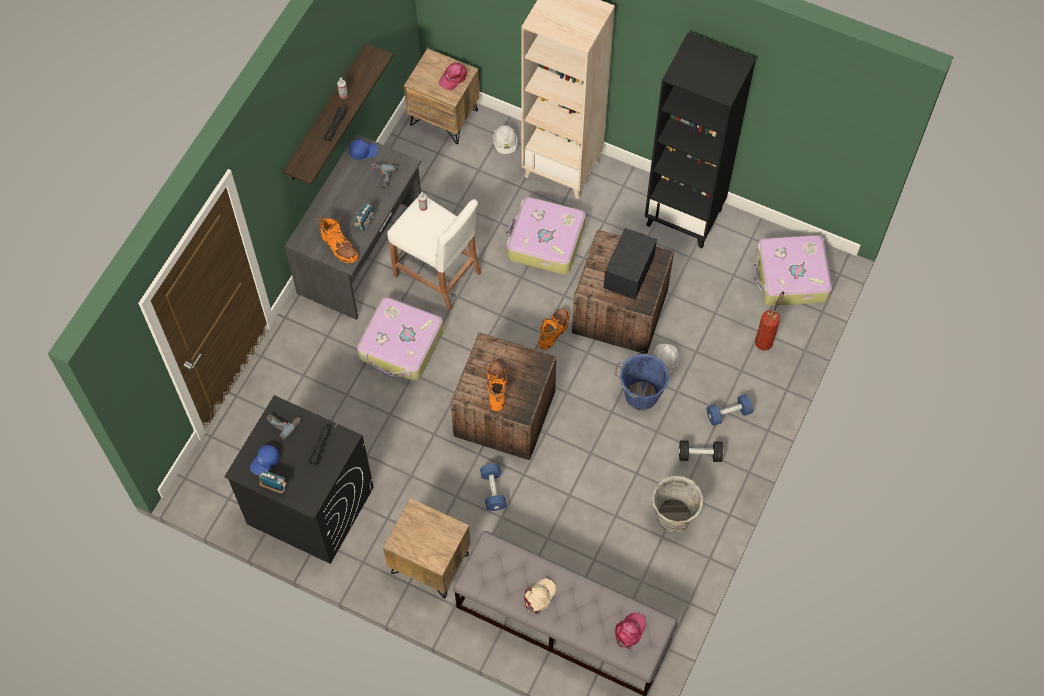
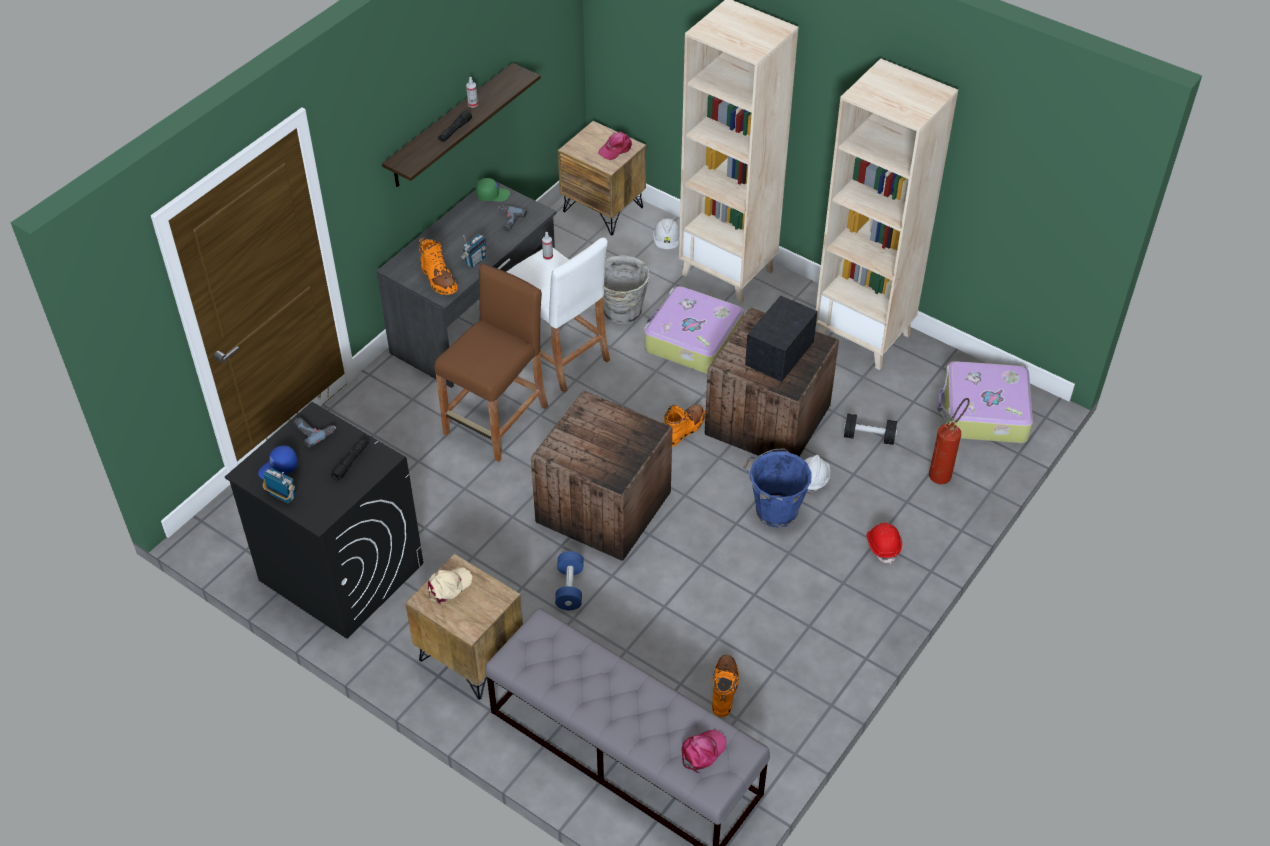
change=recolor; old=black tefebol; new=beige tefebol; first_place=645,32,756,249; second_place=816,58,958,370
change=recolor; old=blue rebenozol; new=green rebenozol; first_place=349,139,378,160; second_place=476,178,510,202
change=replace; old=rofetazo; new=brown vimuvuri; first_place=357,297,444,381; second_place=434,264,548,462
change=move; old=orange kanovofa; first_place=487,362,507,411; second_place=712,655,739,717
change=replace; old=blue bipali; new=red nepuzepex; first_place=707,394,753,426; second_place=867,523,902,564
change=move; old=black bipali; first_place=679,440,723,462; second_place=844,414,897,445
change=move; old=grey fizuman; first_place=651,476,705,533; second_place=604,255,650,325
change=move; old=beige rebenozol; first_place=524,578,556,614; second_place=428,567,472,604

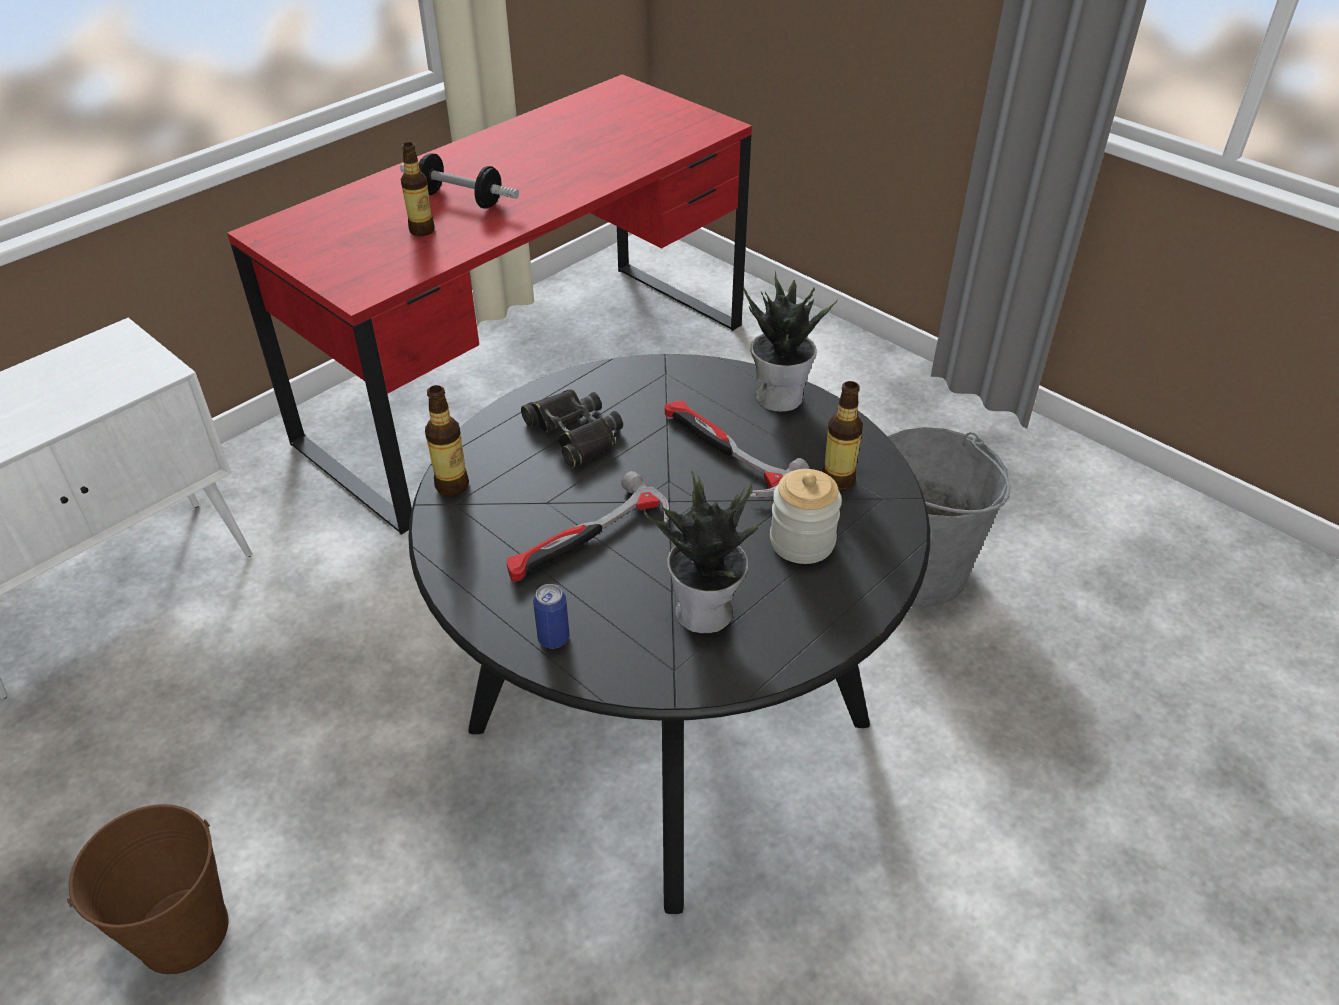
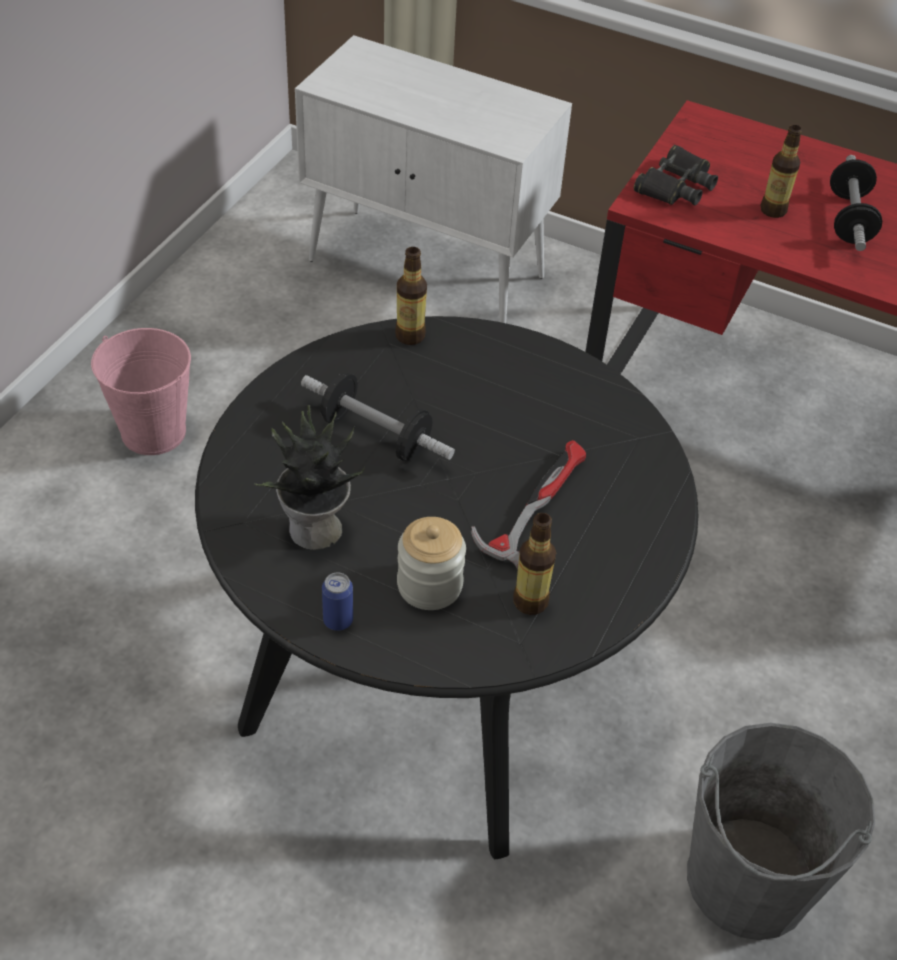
change=delete; old=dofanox; first_place=743,271,838,412
change=move; old=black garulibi; first_place=521,389,623,468; second_place=634,145,718,205
change=replace; old=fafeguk; new=bipali; first_place=507,471,669,582; second_place=301,373,455,461
change=move; old=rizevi; first_place=533,584,569,649; second_place=322,573,353,631
change=recolor; old=brown fizuman; new=pink fizuman; first_place=67,804,229,974; second_place=91,328,191,455

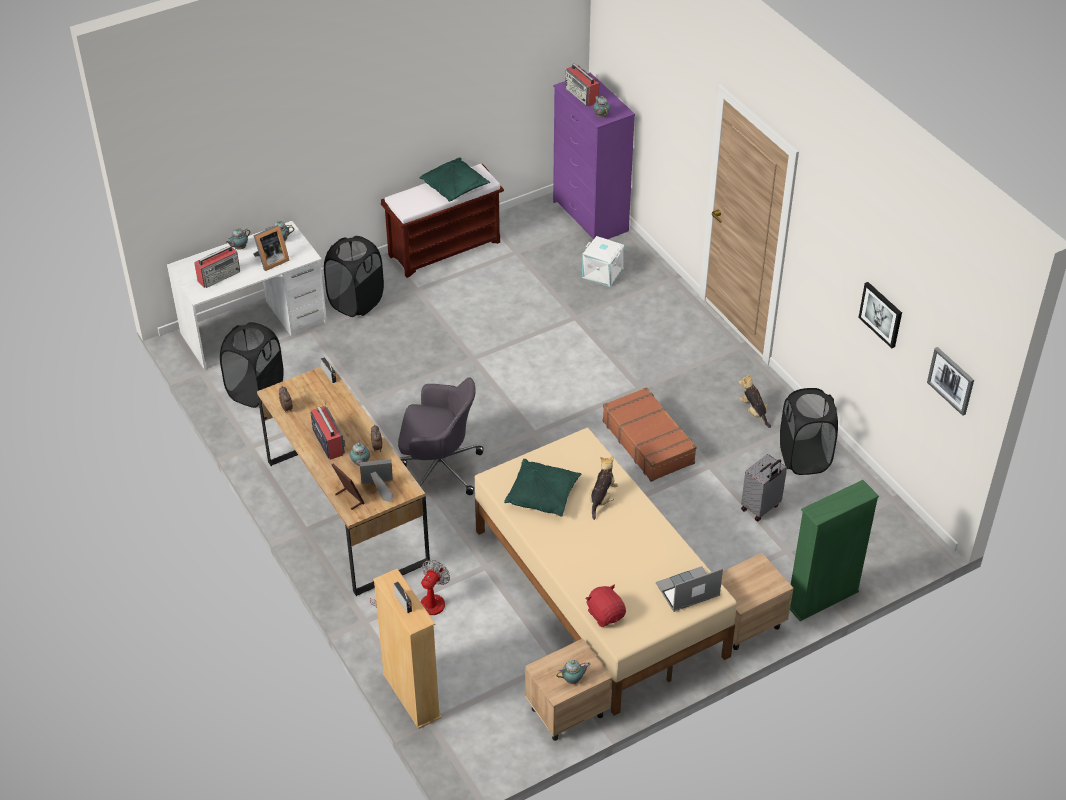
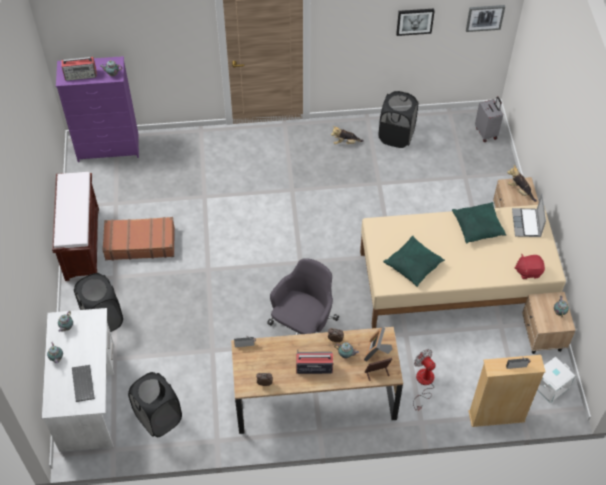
change=move; old=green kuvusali; first_place=420,158,490,202; second_place=452,202,507,244
change=delete; old=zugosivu; first_place=253,225,289,271
change=move; old=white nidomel; first_place=582,236,625,287; second_place=537,356,575,404
change=replace; old=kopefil; new=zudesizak; first_place=194,246,240,288; second_place=72,365,95,402
change=move; old=brown rofetazo; first_place=602,387,697,482; second_place=103,217,175,260
change=move; old=grey rofetazo; first_place=741,454,787,521; second_place=475,96,503,142
change=move; old=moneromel; first_place=589,455,618,520; second_place=507,165,537,202
change=delete; old=green tefebol; first_place=790,480,879,621

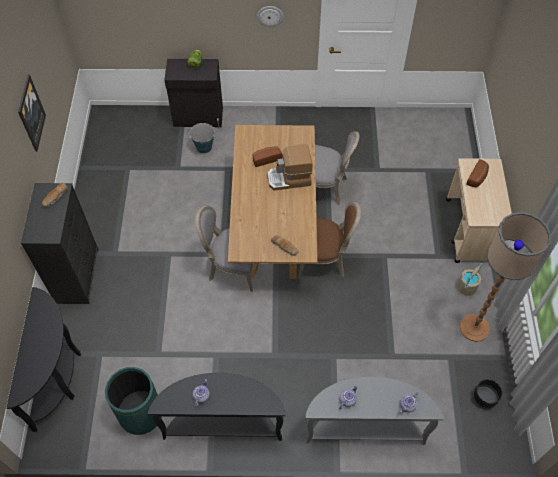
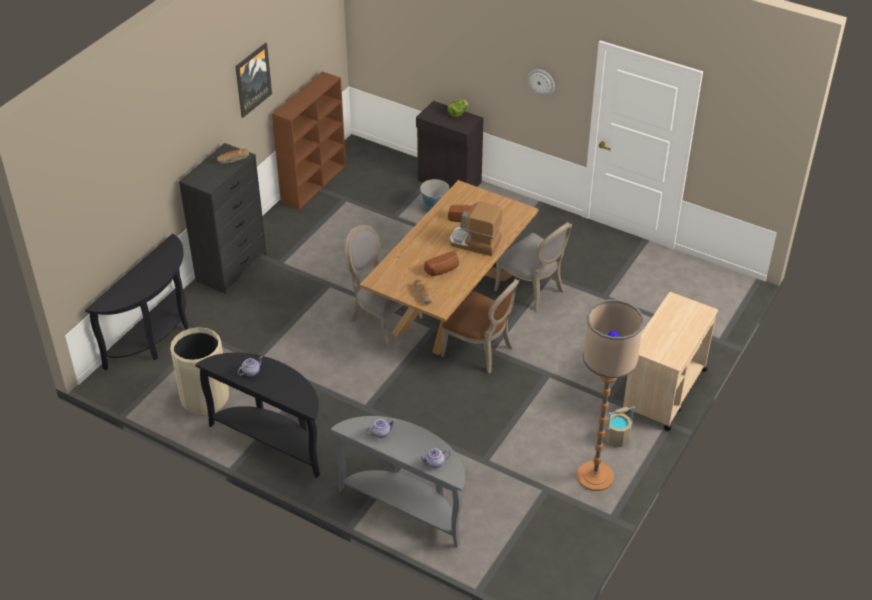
change=move; old=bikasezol; first_place=466,159,489,187; second_place=424,251,459,276
change=recolor; old=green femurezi; new=beige femurezi; first_place=105,367,162,435; second_place=170,327,229,415
change=delete; old=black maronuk; first_place=473,379,502,410
change=insert; new=brown tefebol; second_place=272,71,346,210

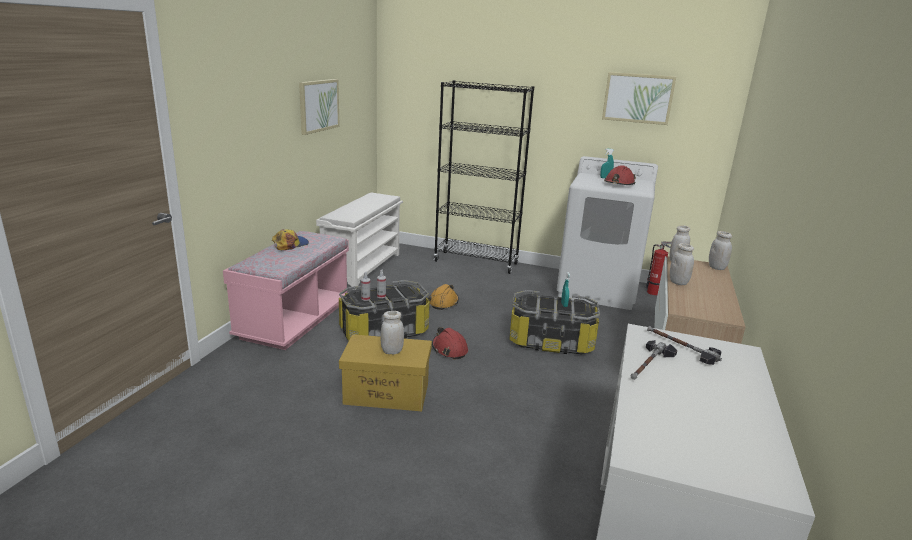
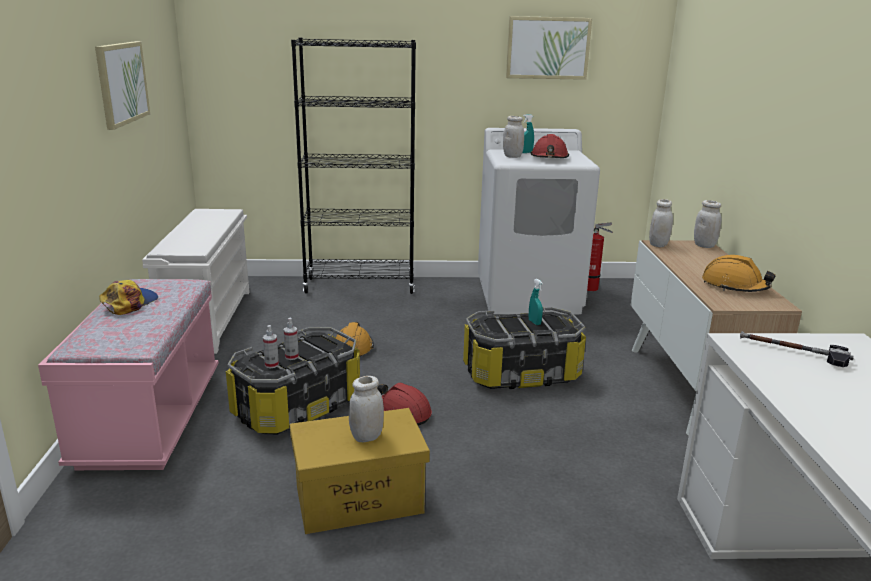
change=move; old=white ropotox; first_place=670,243,694,285; second_place=503,116,524,158
change=delete; old=fafeguk; first_place=631,340,677,380
change=insert; new=orange nepuzepex; second_place=702,255,776,292

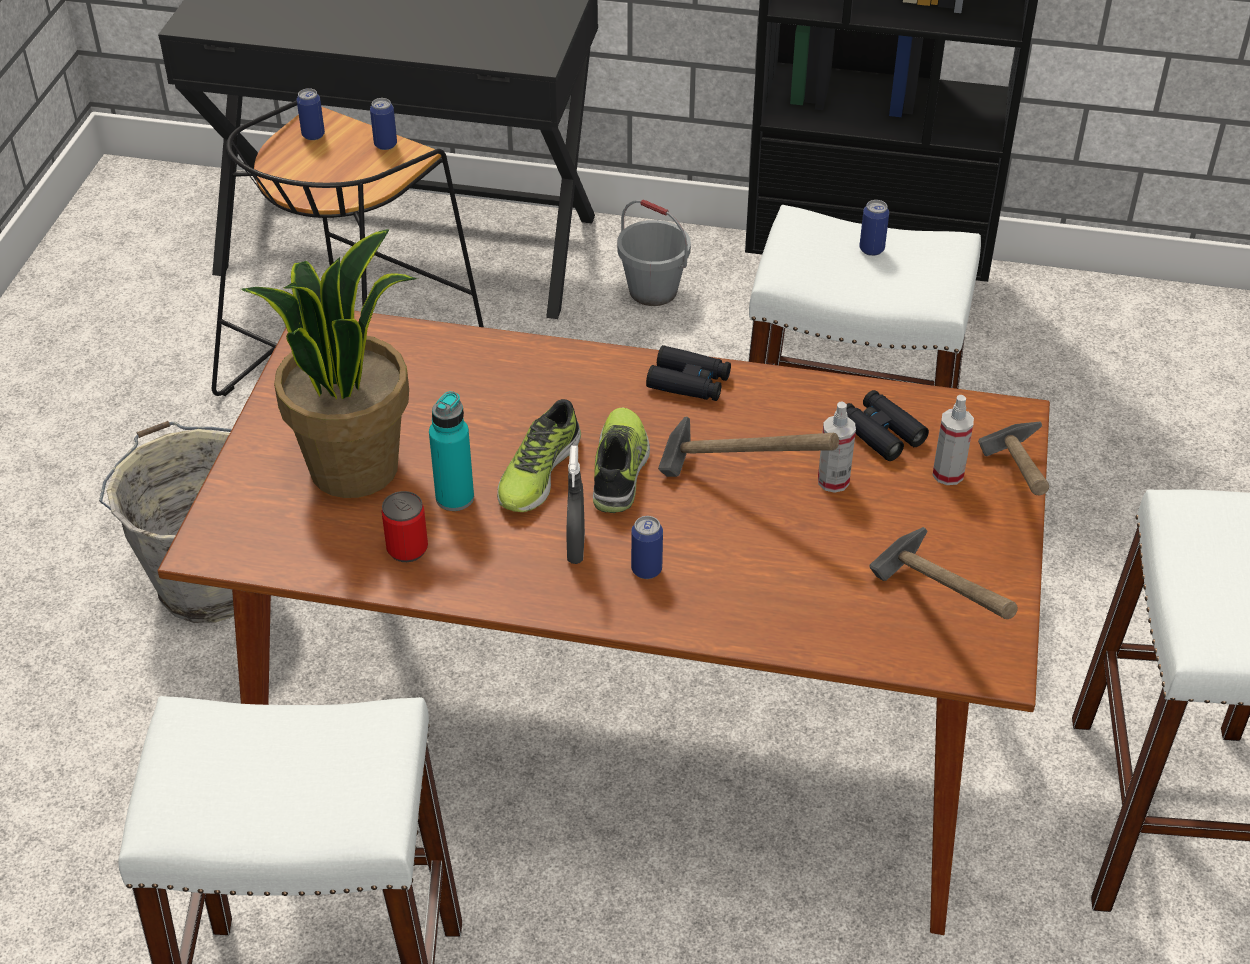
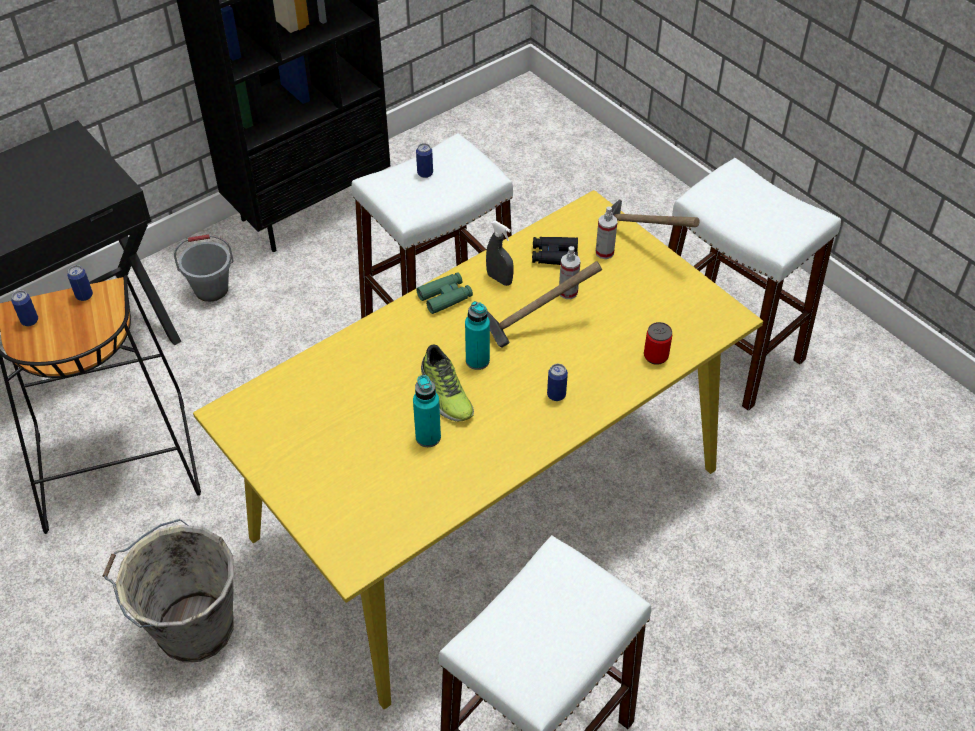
change=delete; old=dofanox; first_place=241,229,418,498
change=recolor; old=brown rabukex; new=yellow rabukex; first_place=158,311,1050,935; second_place=193,190,763,710
change=recolor; old=black garulibi; new=green garulibi; first_place=646,345,731,401; second_place=416,272,473,314
change=replace; old=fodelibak; new=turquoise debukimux; first_place=593,407,650,513; second_place=465,301,490,370
change=move; old=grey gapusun; first_place=567,446,585,564; second_place=486,221,514,286
change=move; old=rizevi; first_place=381,491,428,562; second_place=644,322,672,365
change=delete; old=fafeguk; first_place=870,527,1018,619

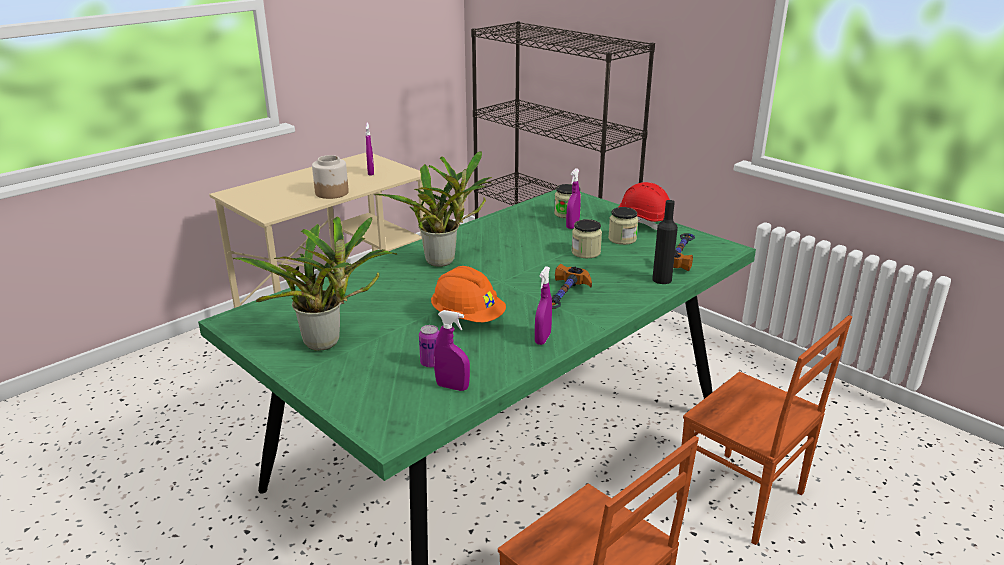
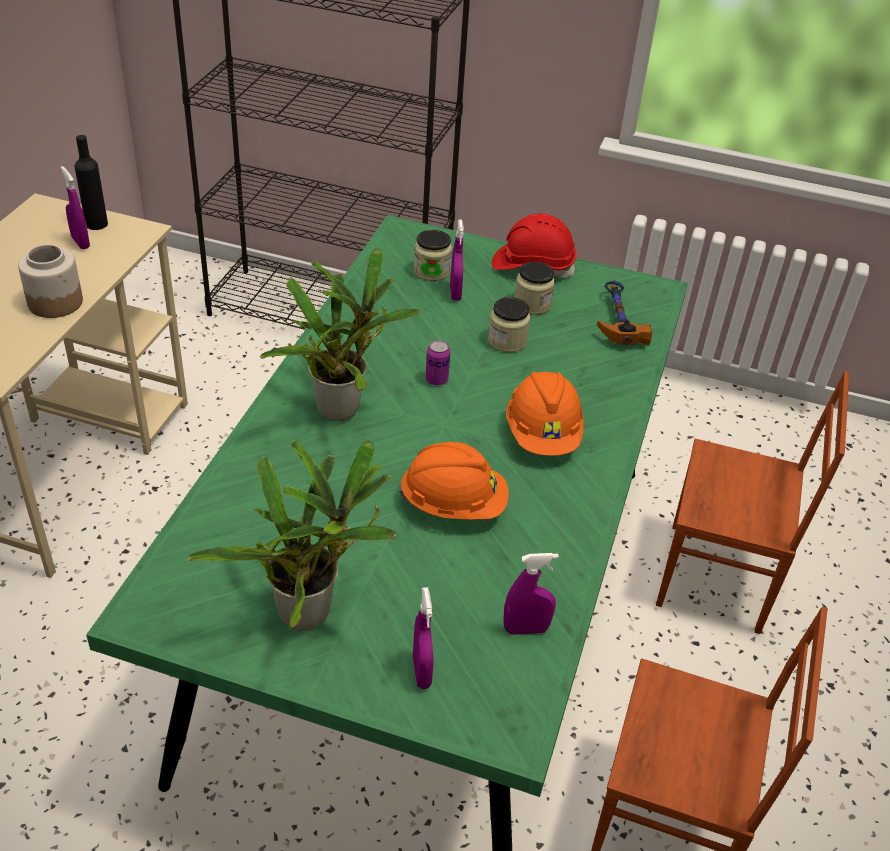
change=move; old=black debukimux; first_place=652,200,678,284; second_place=74,135,108,230
change=replace; old=fafeguk; new=orange nepuzepex; first_place=552,264,592,309; second_place=506,372,584,456
change=move; old=purple gapusun; first_place=535,266,552,345; second_place=413,587,433,689
change=move; old=rizevi; first_place=419,325,439,368; second_place=426,340,450,386

